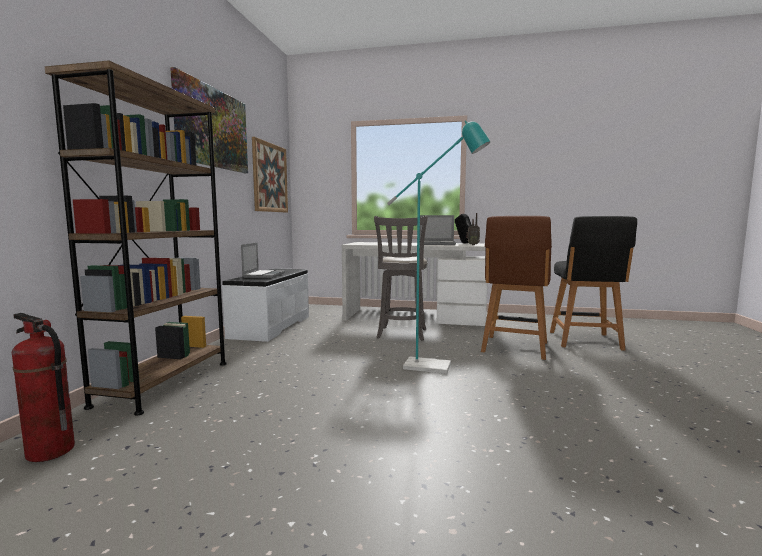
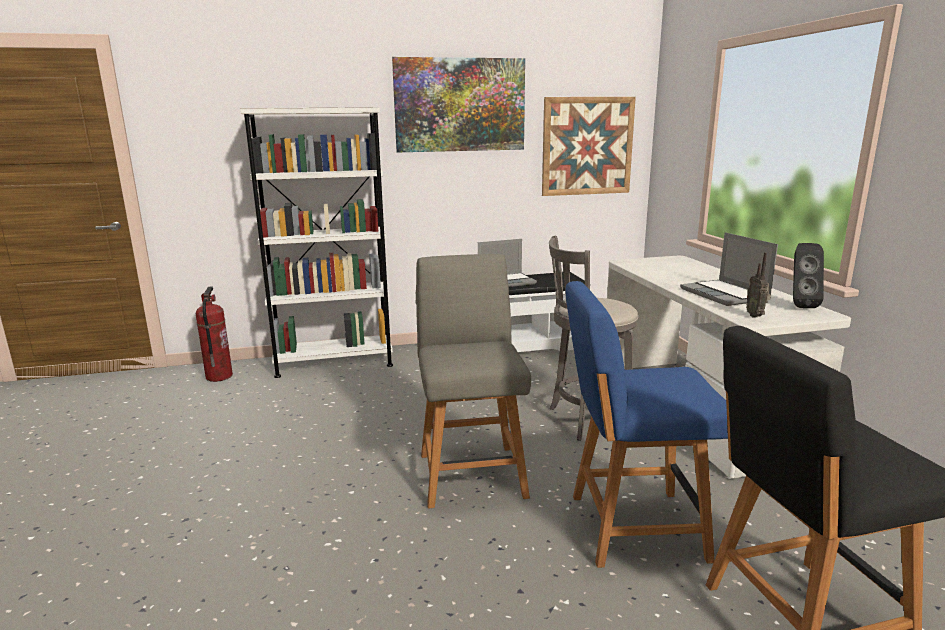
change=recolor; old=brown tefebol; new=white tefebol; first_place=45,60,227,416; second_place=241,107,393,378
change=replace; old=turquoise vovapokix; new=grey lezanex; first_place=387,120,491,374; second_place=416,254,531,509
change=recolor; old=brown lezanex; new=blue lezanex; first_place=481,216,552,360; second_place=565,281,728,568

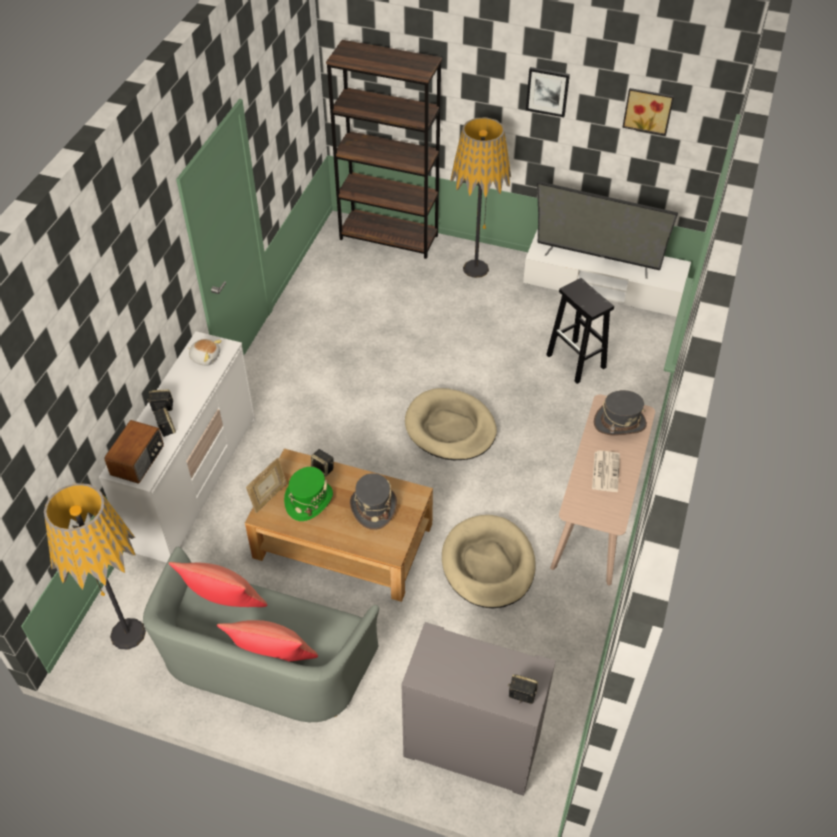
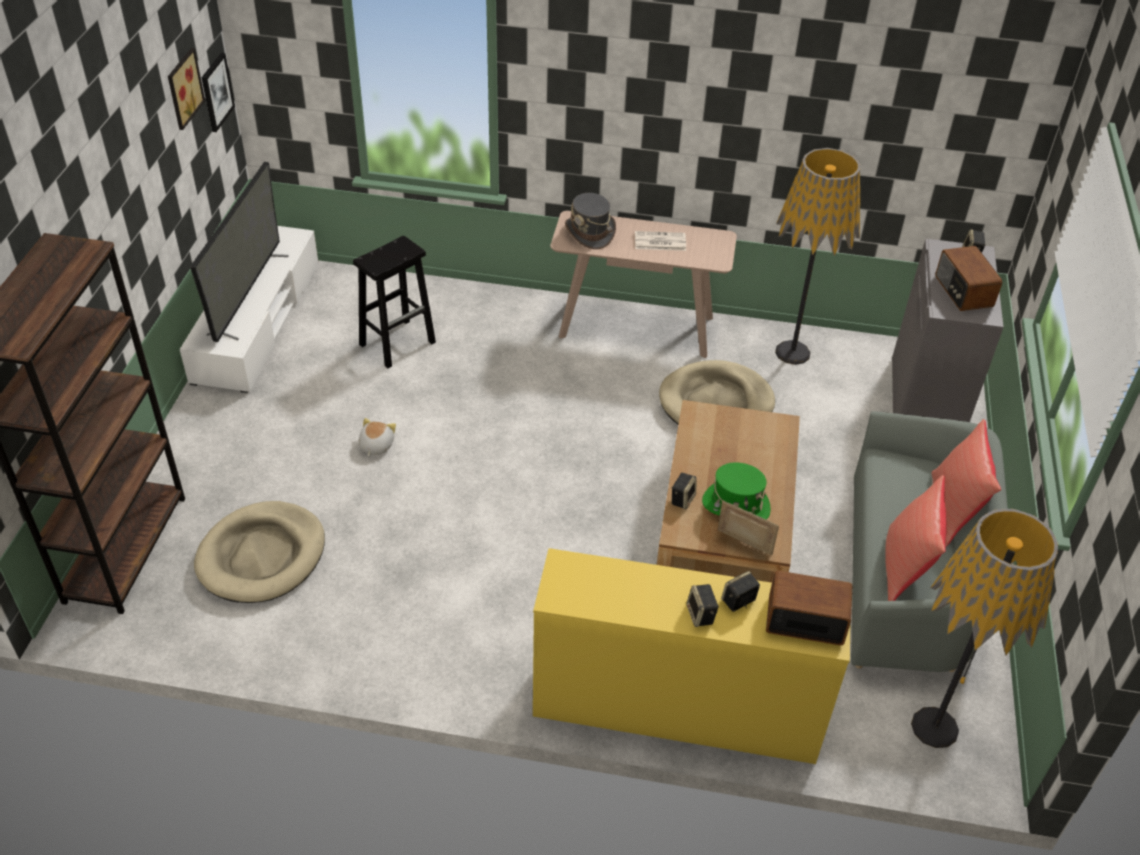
change=move; old=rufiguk; first_place=526,67,570,117; second_place=201,53,235,132
change=move; old=vovapokix; first_place=450,117,511,278; second_place=775,148,860,365
change=recolor; old=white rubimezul; new=yellow rubimezul; first_place=99,331,256,563; second_place=533,548,850,764
change=move; old=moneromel; first_place=188,339,222,366; second_place=359,418,396,456
change=move; old=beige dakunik; first_place=405,388,497,460; second_place=194,501,325,603
change=delete; old=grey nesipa; first_place=350,473,397,530
change=insert; new=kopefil; second_place=936,246,1002,311

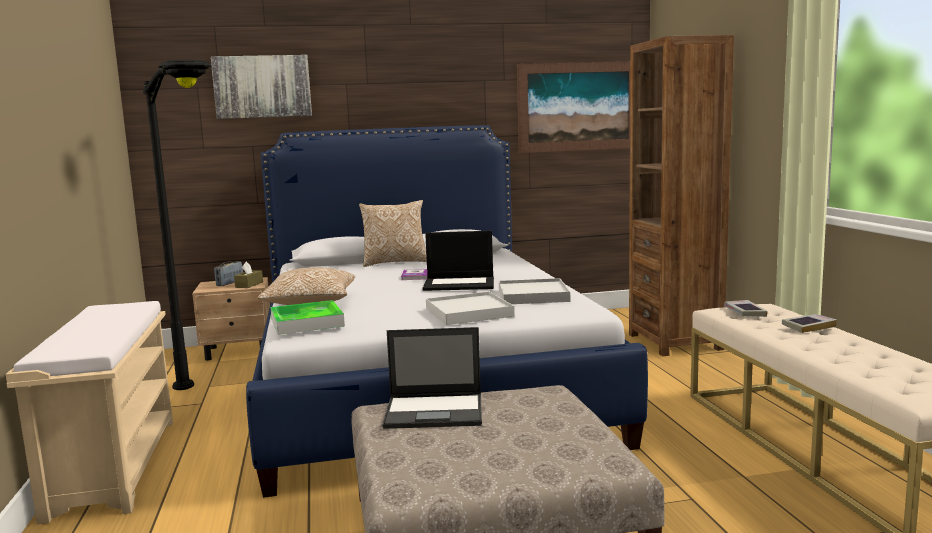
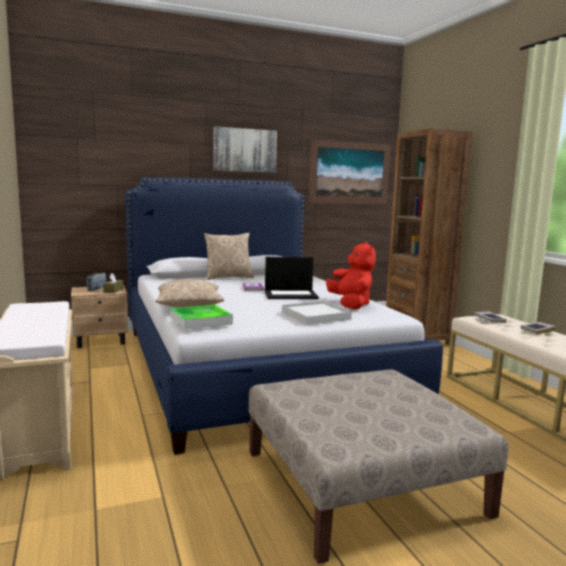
change=move; old=rufiguk; first_place=211,55,312,119; second_place=213,127,277,173
change=delete; old=black vovapokix; first_place=143,59,212,390
change=replace; old=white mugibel; new=red moneromel; first_place=499,278,570,304; second_place=326,242,376,309
change=delete; old=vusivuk; first_place=382,327,482,429

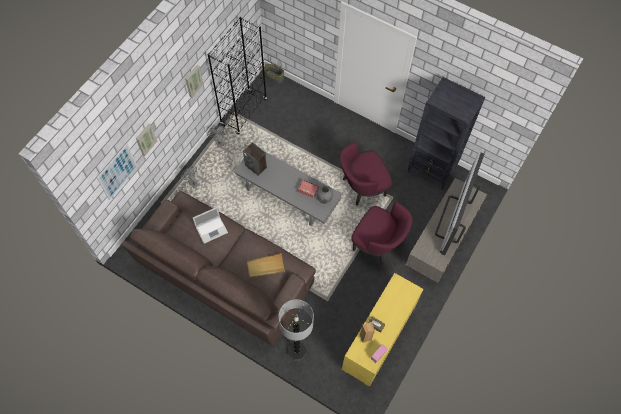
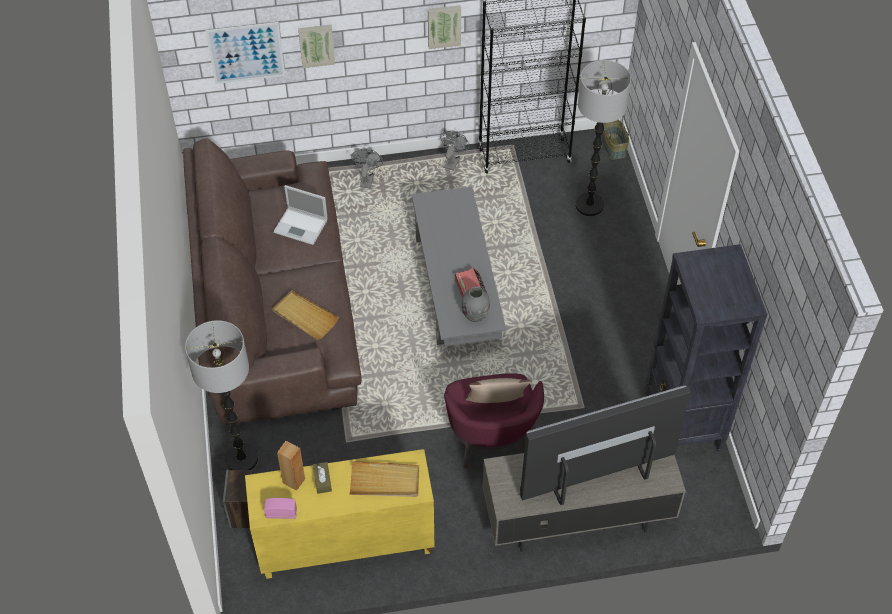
change=move; old=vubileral; first_place=243,142,267,176; second_place=223,470,253,528
change=delete; old=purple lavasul; first_place=339,142,392,205
change=insert; new=vovapokix; second_place=575,60,631,216
change=insert; new=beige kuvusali; second_place=465,378,531,403
change=insert; new=beige mugibel; second_place=349,461,419,497

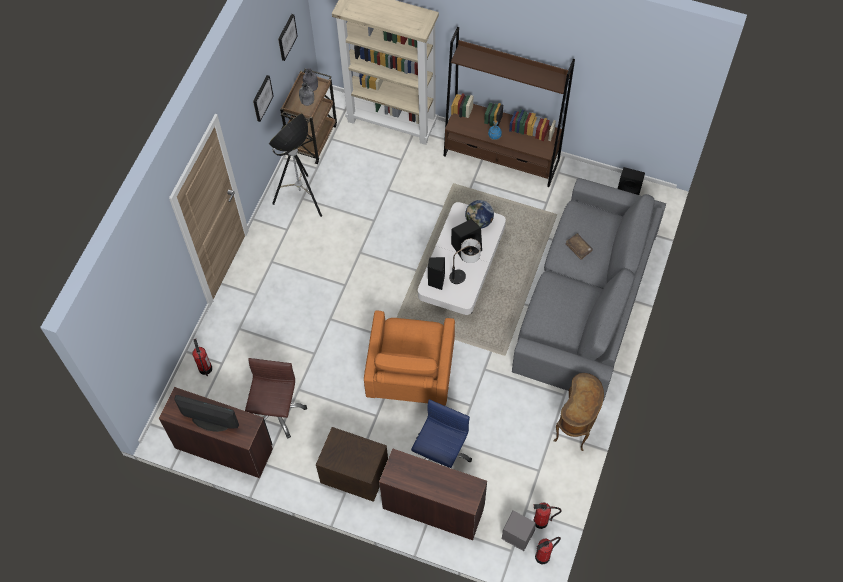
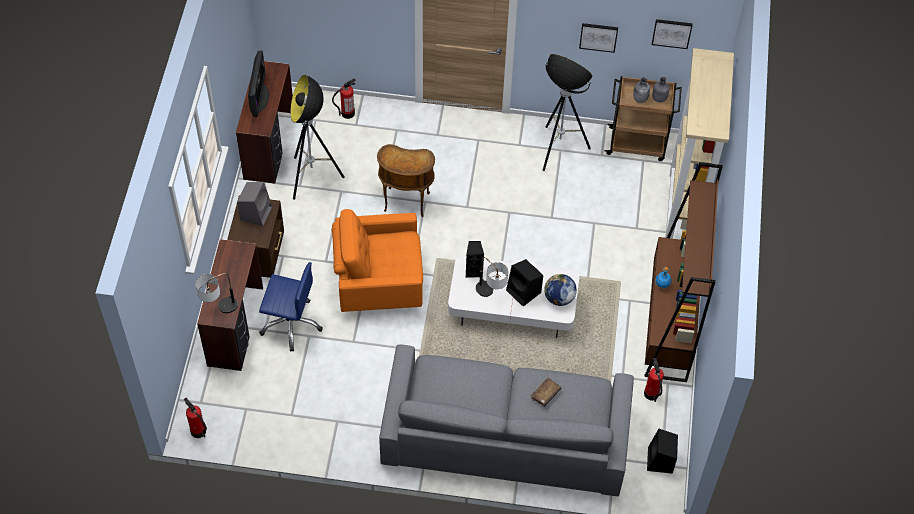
change=replace; old=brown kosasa; new=vovapokix; first_place=245,358,307,439; second_place=290,75,345,200
change=move; old=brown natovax; first_place=553,373,604,451; second_place=377,144,435,217
change=move; old=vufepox; first_place=534,503,562,529; second_place=644,358,664,402
change=move; old=grey vubileral; first_place=502,510,536,551; second_place=237,182,272,226
change=insert; new=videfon; second_place=196,273,238,313

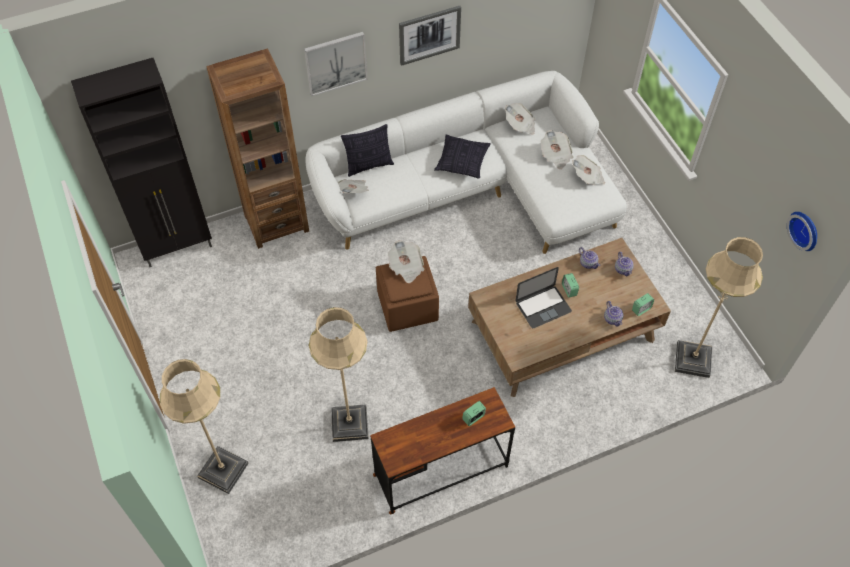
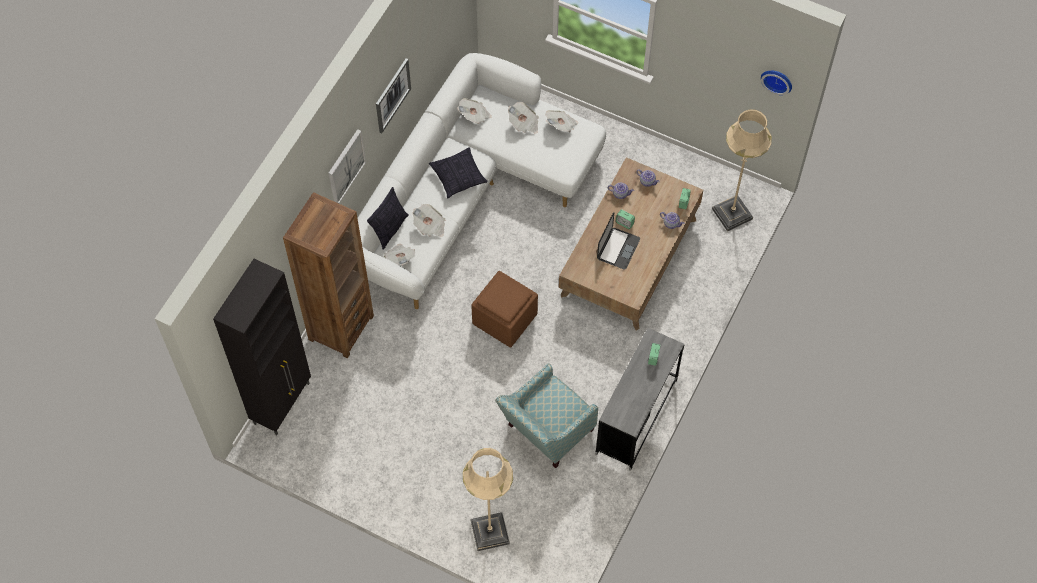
change=move; old=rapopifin; first_place=388,240,425,283; second_place=413,204,445,237
change=replace; old=beige vovapokix; new=lavasul; first_place=309,307,369,442; second_place=495,363,598,468
change=recolor; old=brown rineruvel; new=grey rineruvel; first_place=370,387,515,514; second_place=595,328,684,471

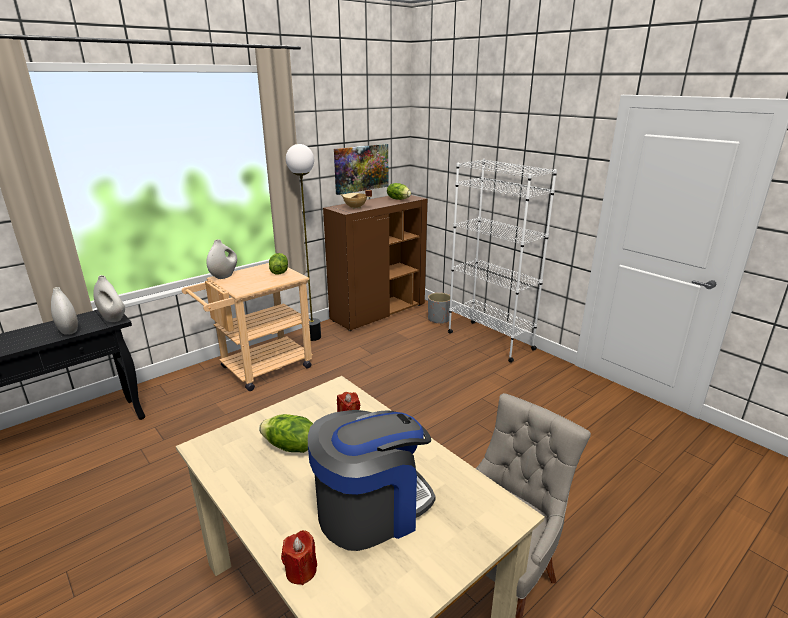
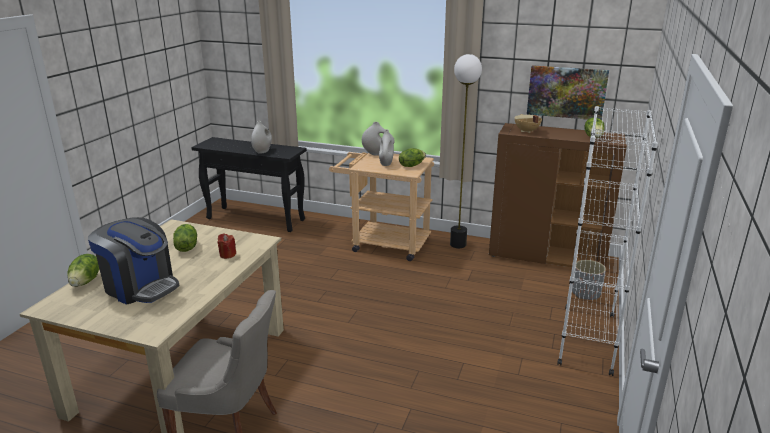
change=move; old=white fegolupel; first_place=93,275,125,322; second_place=379,129,394,166
change=replace; old=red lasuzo; new=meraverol; first_place=281,530,317,585; second_place=67,254,99,287

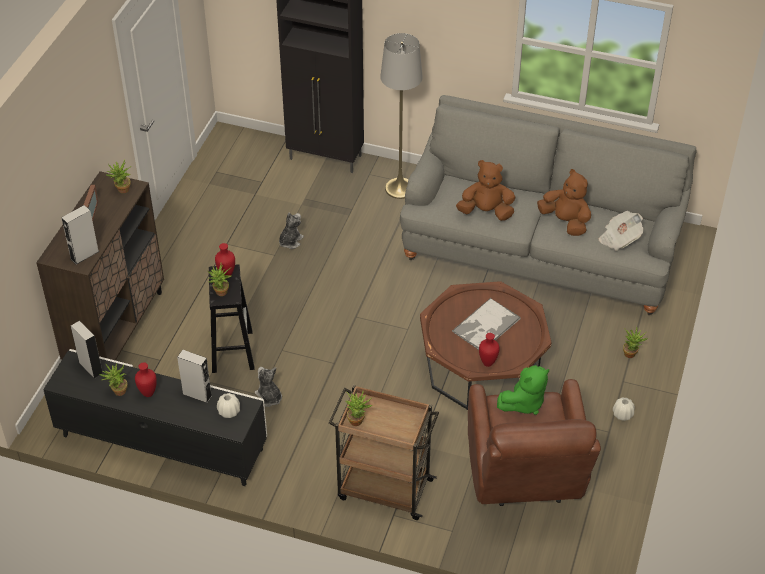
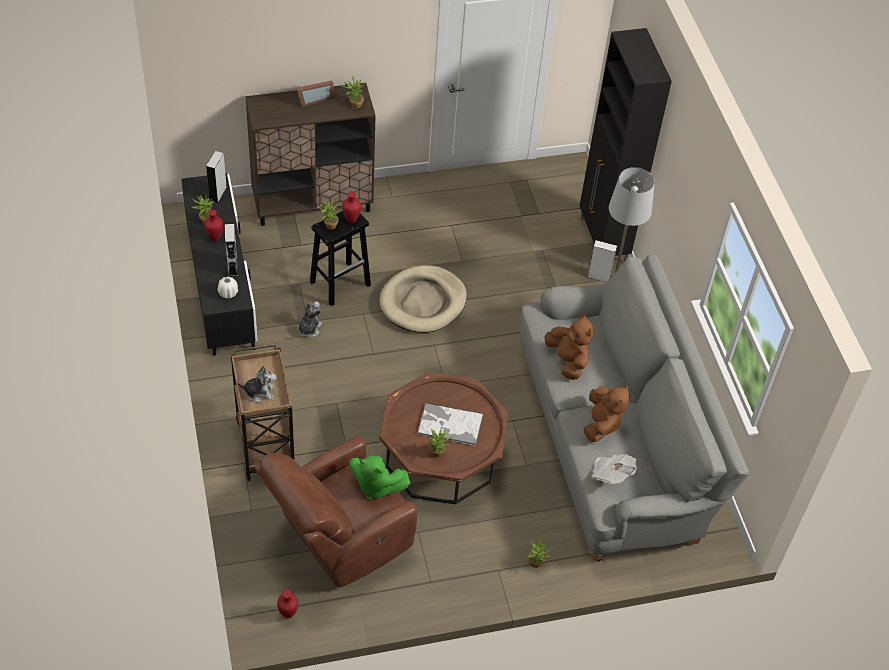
change=move; old=grey vubileral; first_place=61,205,99,265; second_place=587,240,617,282
change=move; old=moneromel; first_place=279,213,304,249; second_place=237,366,277,403
change=move; old=red fegolupel; first_place=479,333,499,367; second_place=277,590,298,618
change=move; old=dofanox; first_place=346,391,373,426; second_place=427,425,453,457
change=delete; old=white fegolupel; first_place=613,397,635,421
change=insert; new=beige dakunik; second_place=379,265,467,333

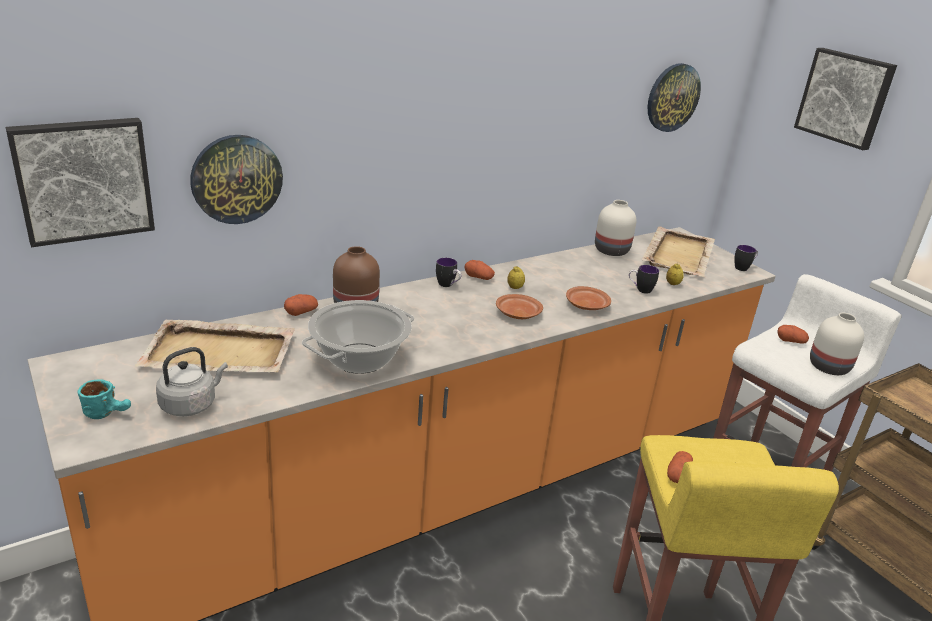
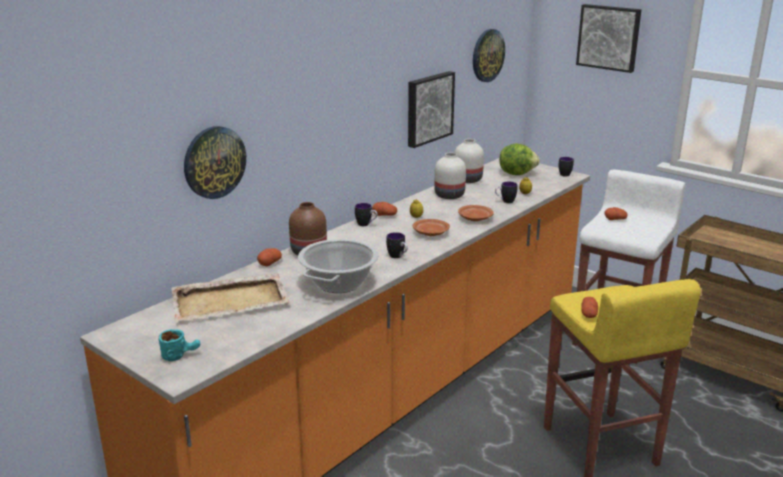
change=move; old=rufiguk; first_place=6,118,155,247; second_place=408,71,455,148
change=replace; old=beige mugibel; new=meraverol; first_place=642,226,715,277; second_place=499,143,540,175
change=move; old=white fegolupel; first_place=810,313,864,375; second_place=434,152,466,199
change=delete; old=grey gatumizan; first_place=156,347,228,416
change=insert; new=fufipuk; second_place=386,232,408,258

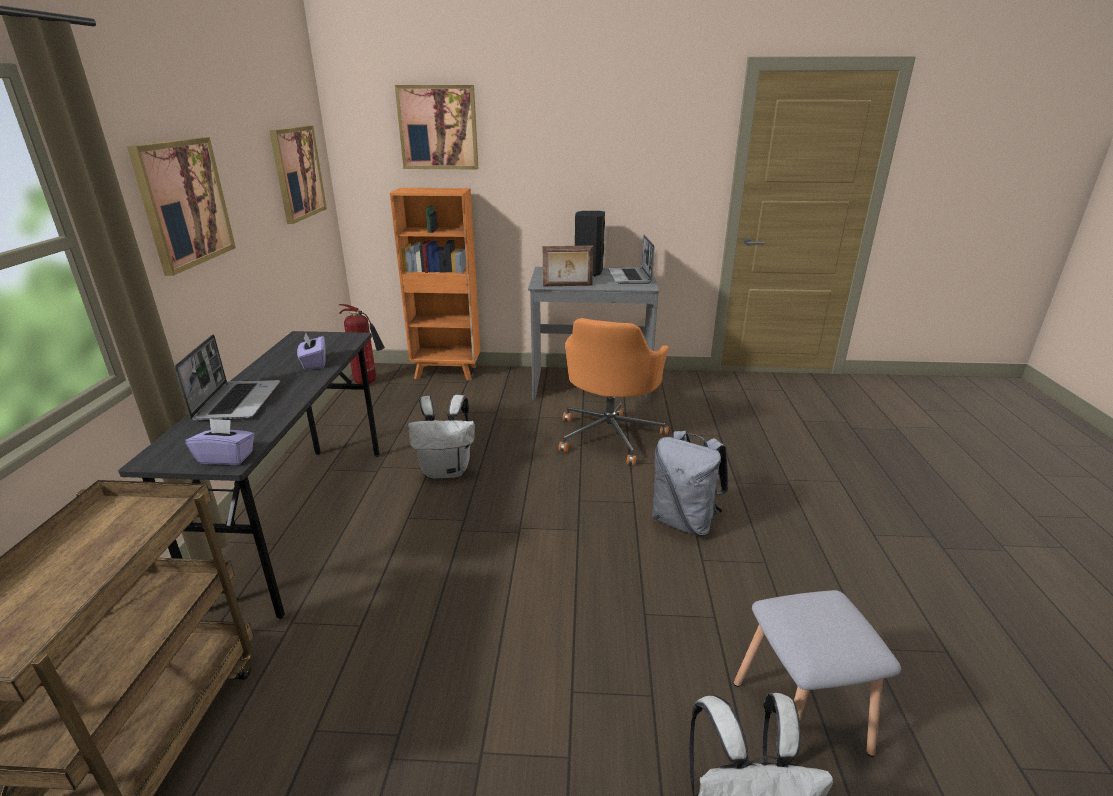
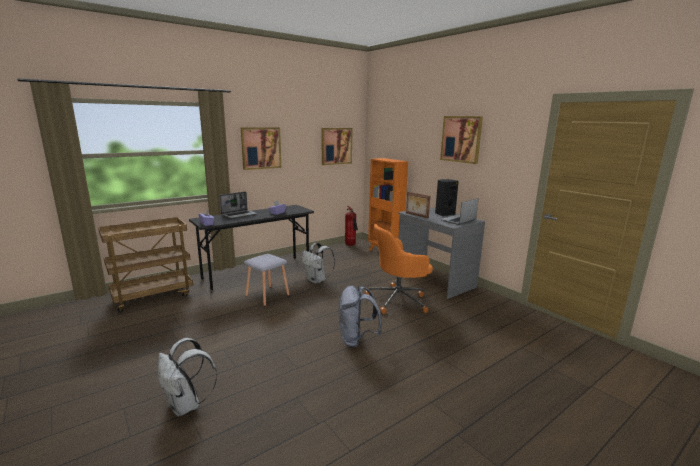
change=move; old=rufiguk; first_place=395,85,478,169; second_place=440,116,483,164
change=move; old=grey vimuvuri; first_place=734,590,901,757; second_place=244,254,290,306

